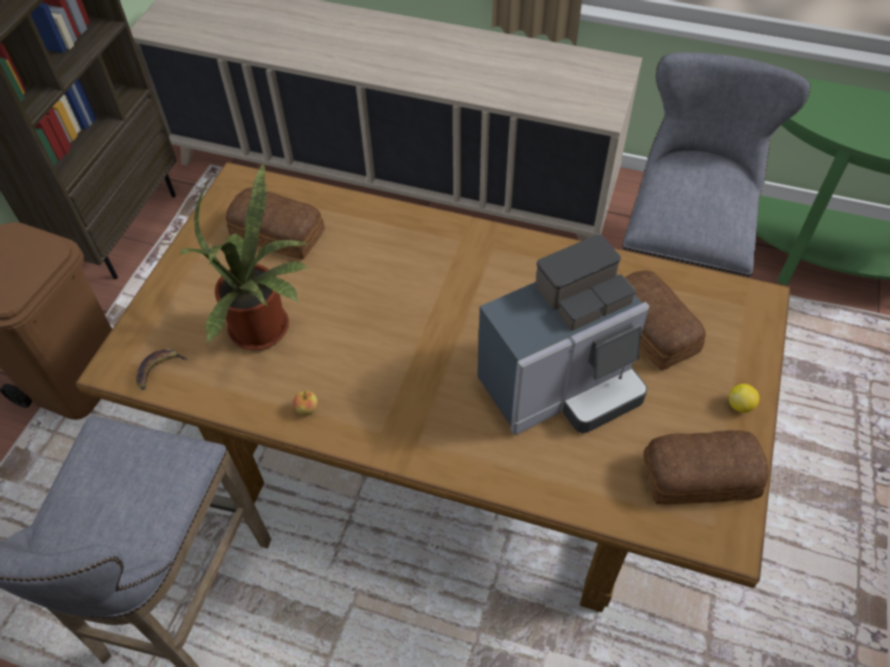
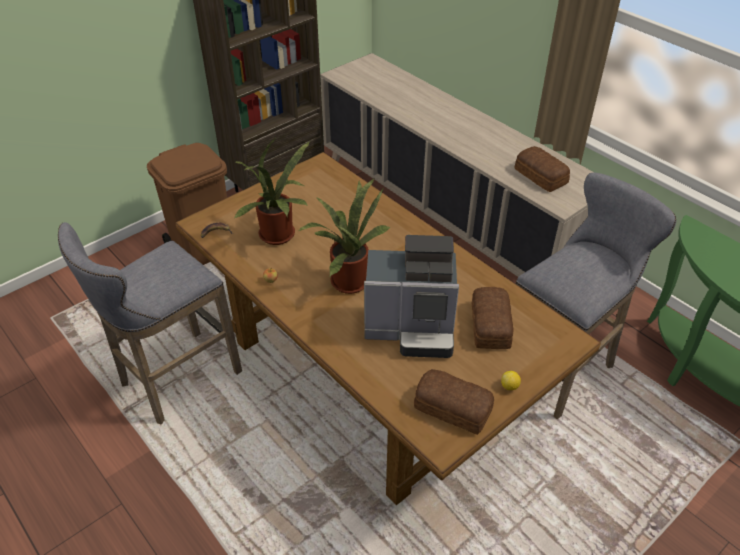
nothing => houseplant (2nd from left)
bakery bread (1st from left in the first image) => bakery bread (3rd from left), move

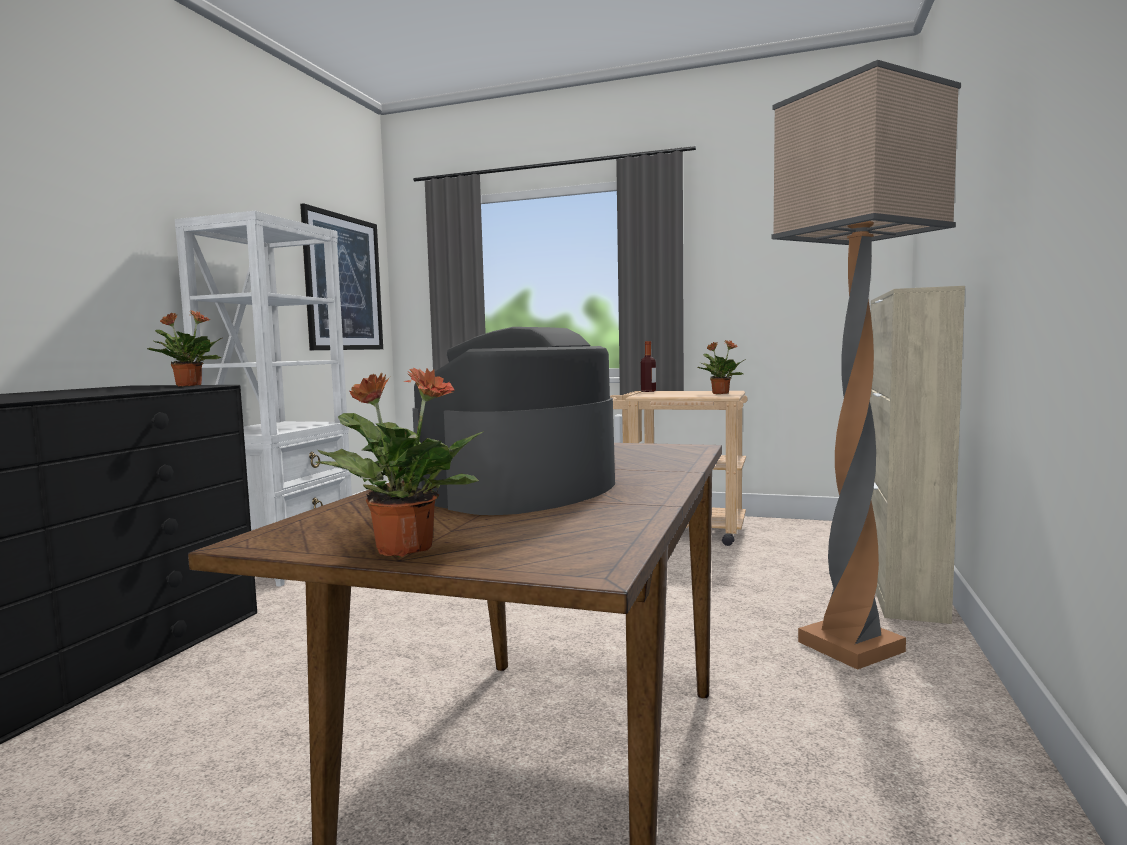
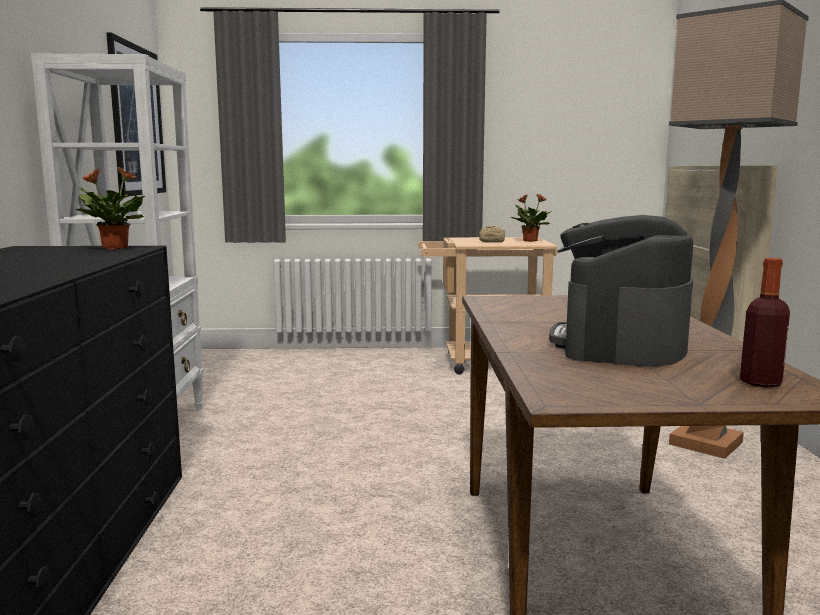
nothing => bakery bread
drink bottle, move
houseplant (2nd from left) => nothing

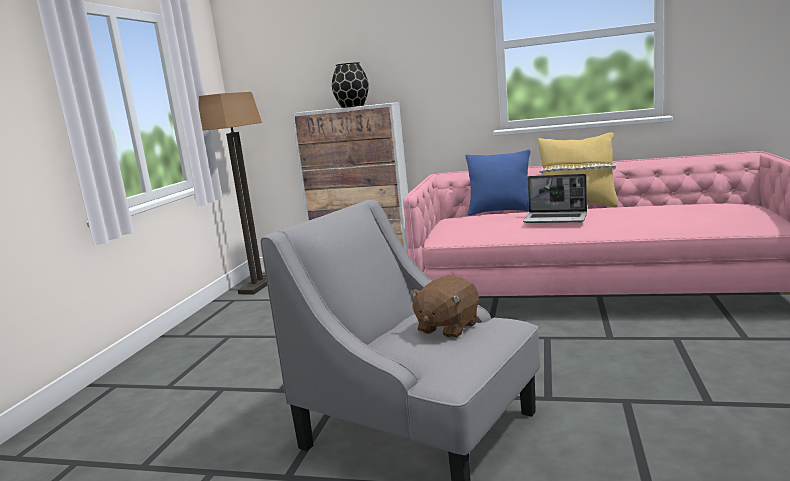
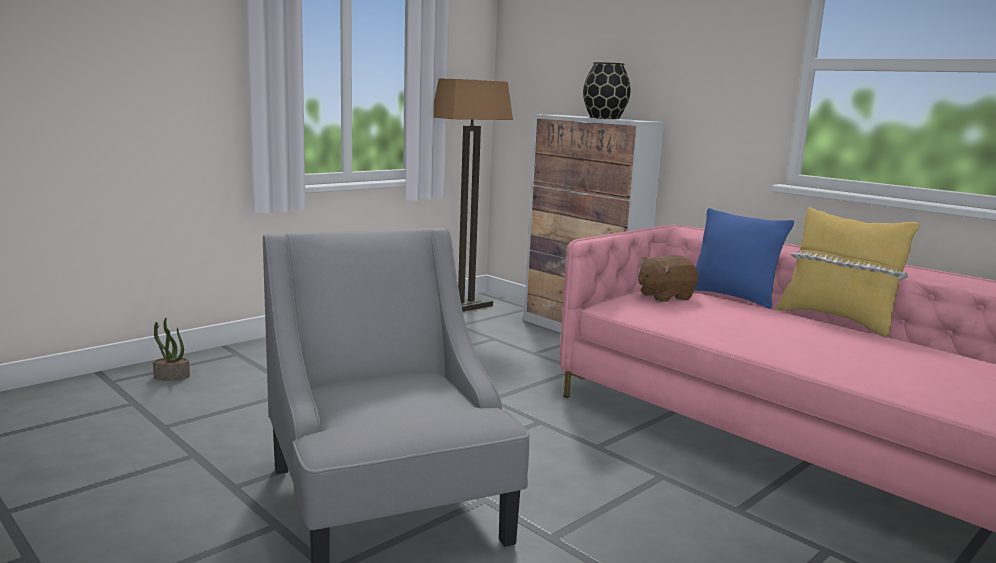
nothing => houseplant
soft toy in brownish, move
laptop => nothing

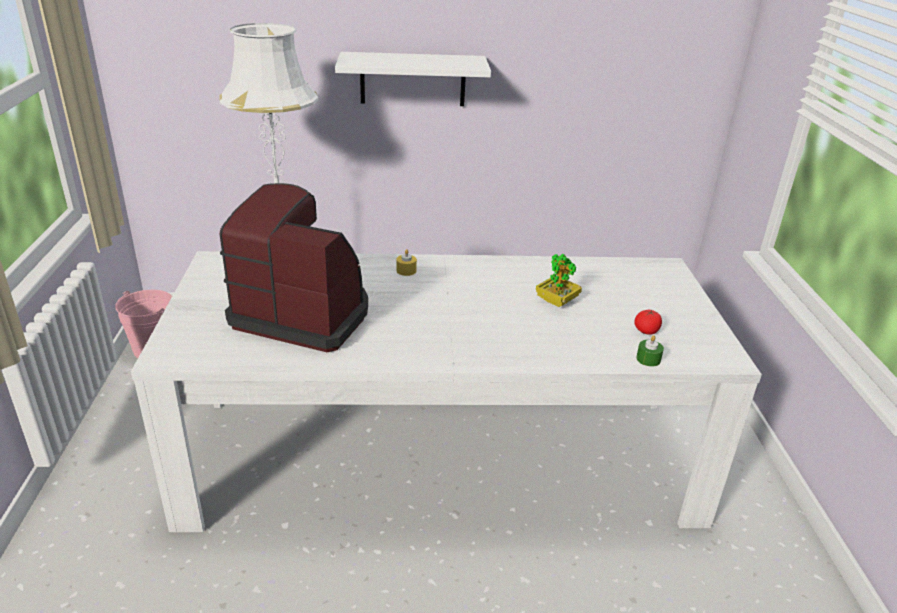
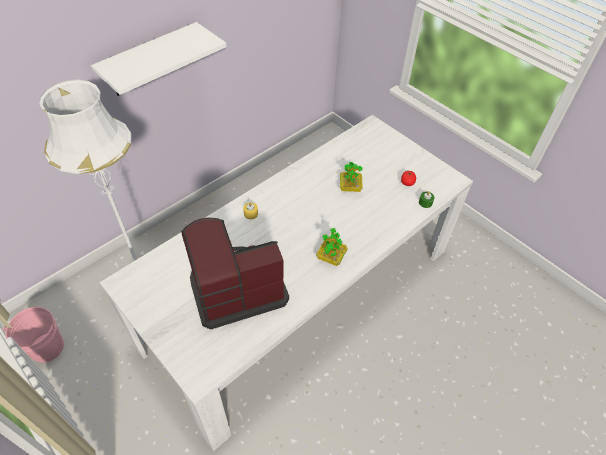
nothing => houseplant (1st from left)

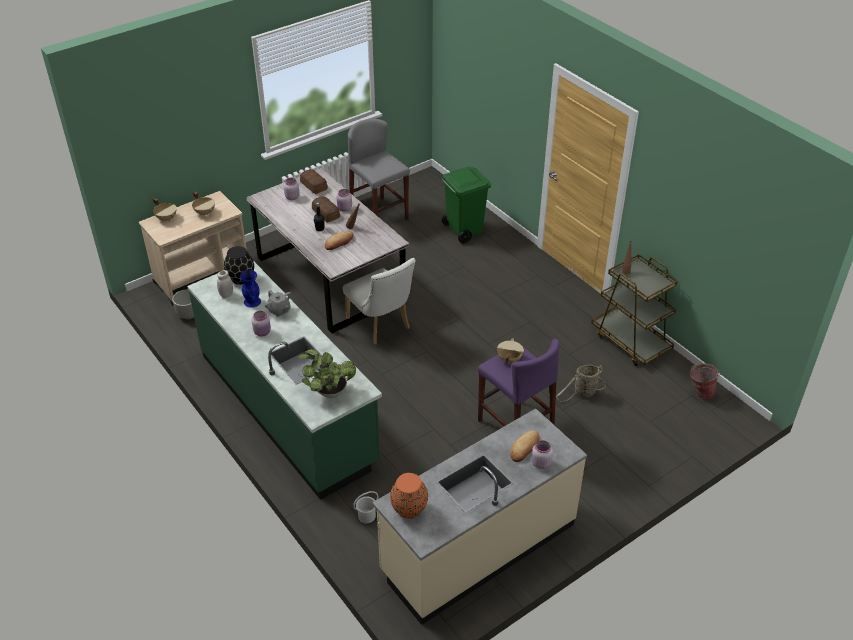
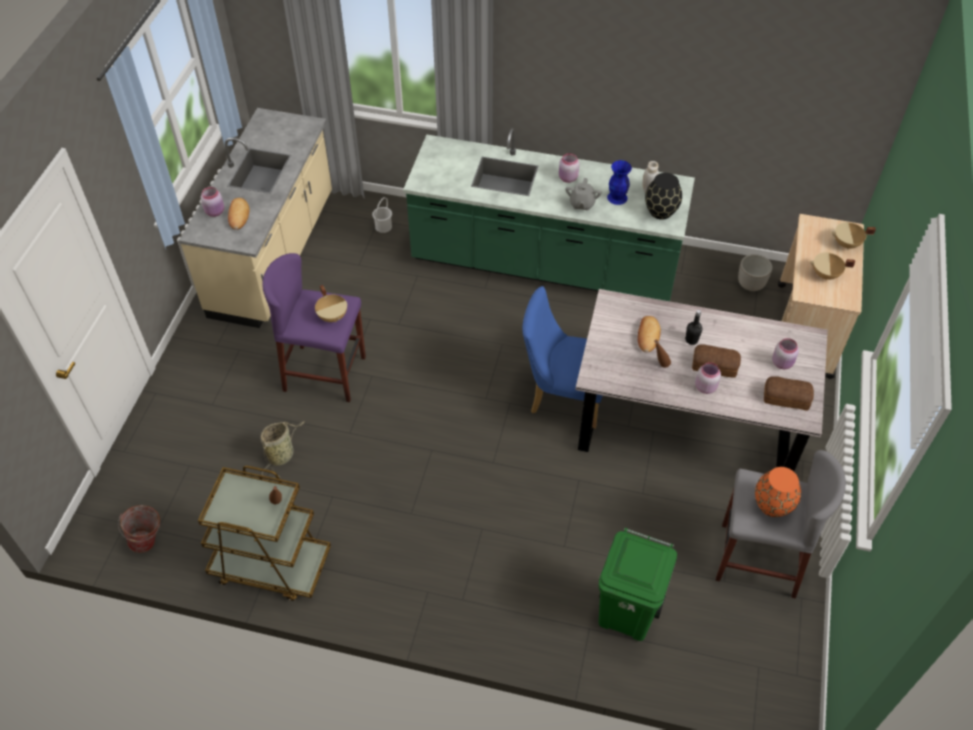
chair in white-coloured => chair in blue
pot for tea in grey, 90 degrees counterclockwise
vase in orange, move
houseplant => nothing

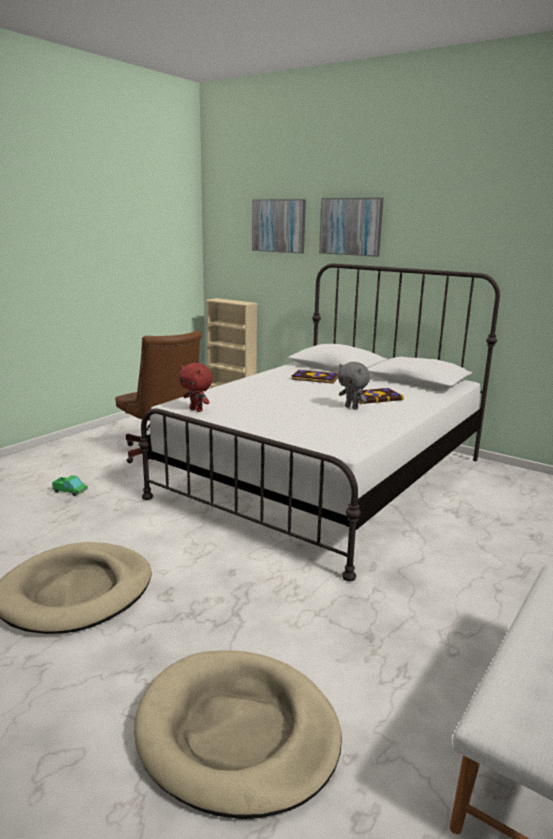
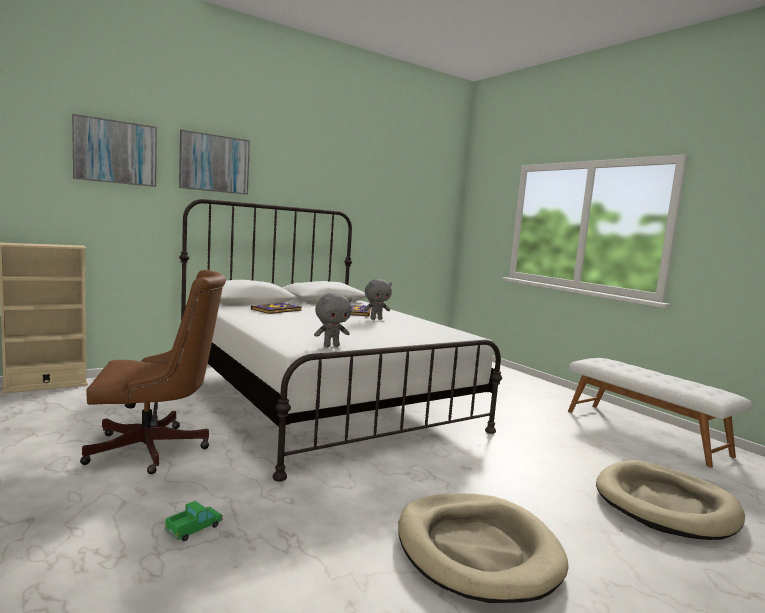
soft toy in red => soft toy in grey (1st from left)

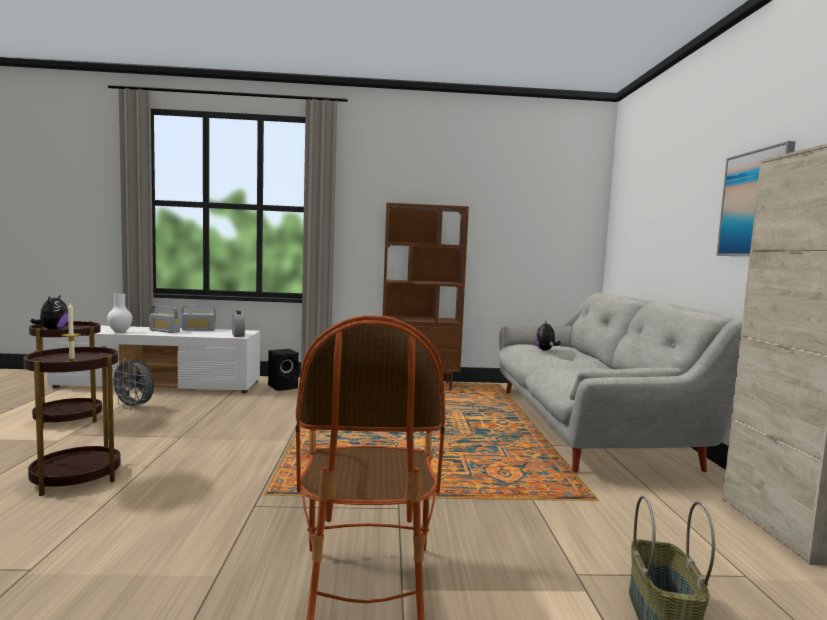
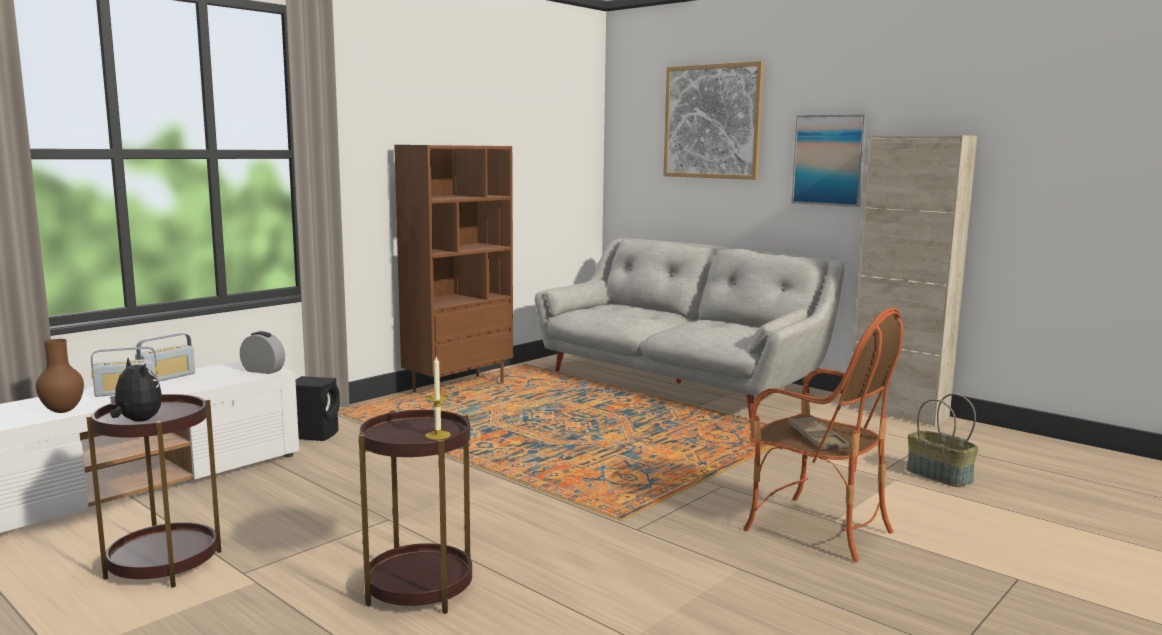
vase in white-coloured => vase in brownish
nothing => picture (1st from left)
nothing => tray in brownish
electric fan in grey => nothing
soft toy (2nd from left) => nothing

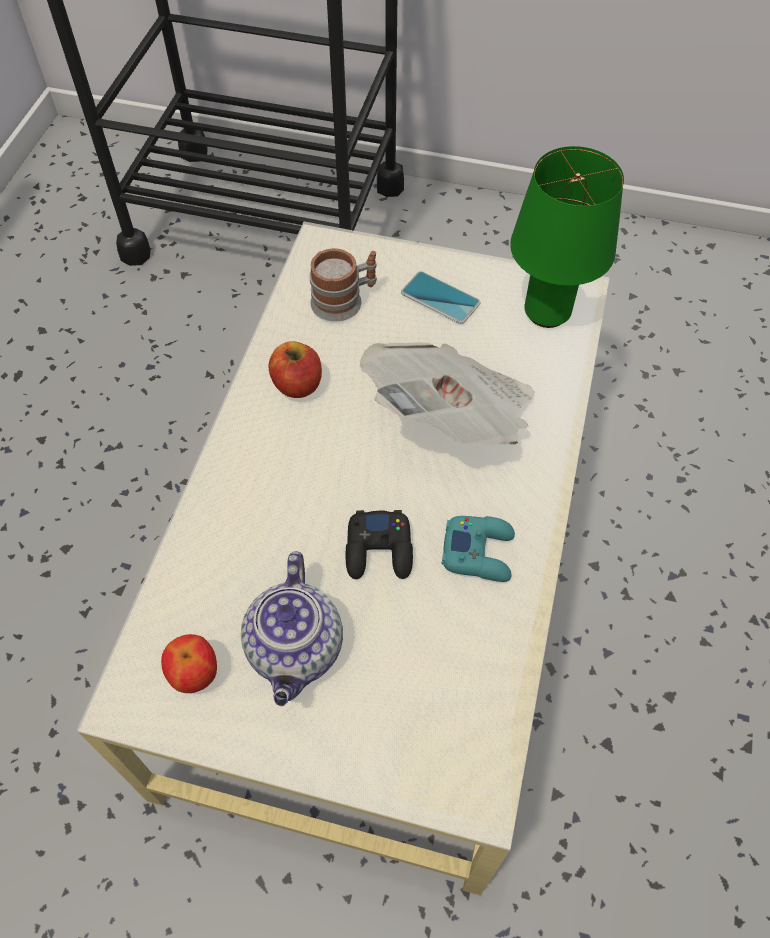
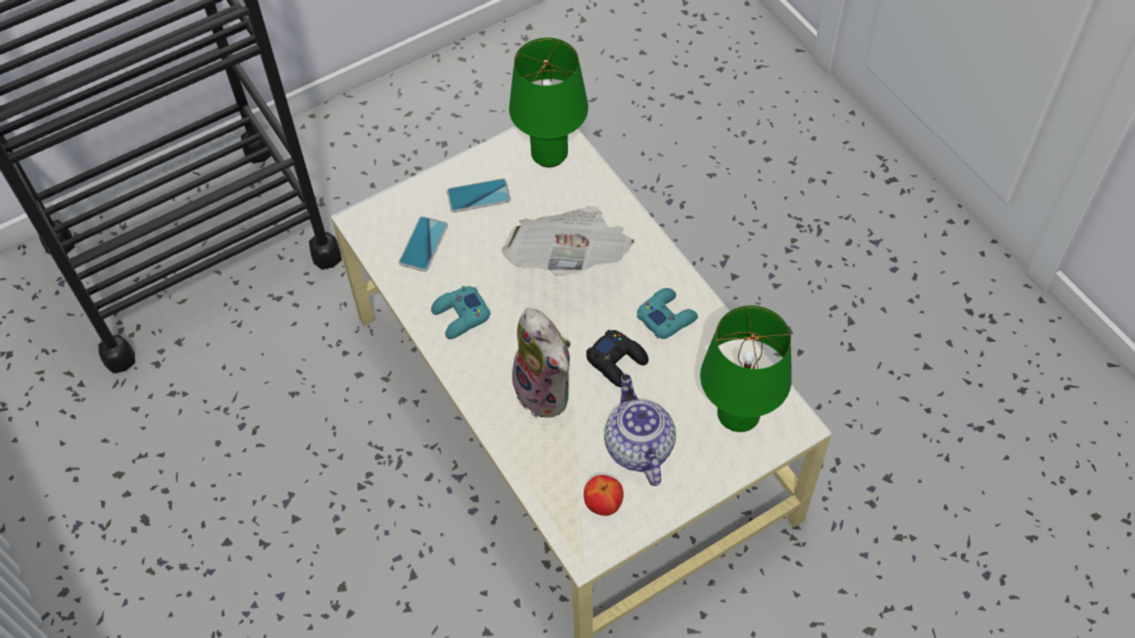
tea mug => handset (1st from left)
apple (2nd from left) => joypad in blue-green (1st from left)
nothing => soft toy
pot for tea, 150 degrees counterclockwise
nothing => lamp for a table in green (2nd from left)

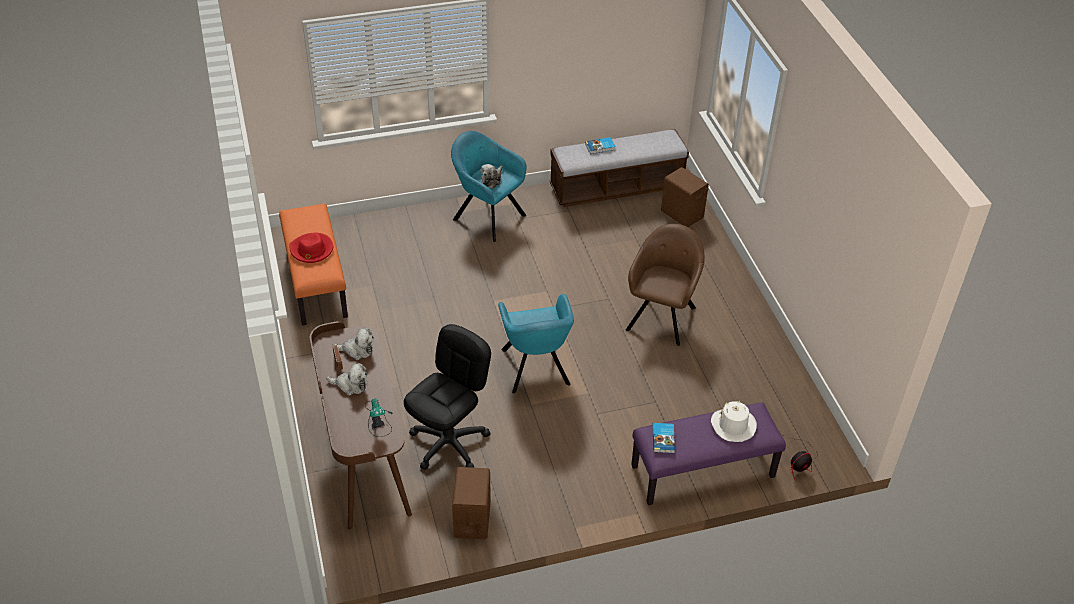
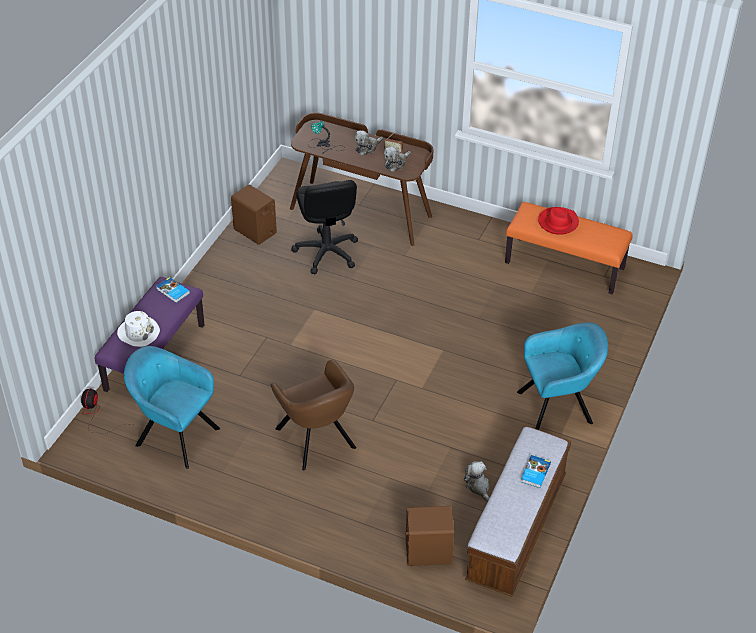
armchair in blue-green (2nd from left in the first image) => armchair in blue-green (1st from left), move
soft toy (3rd from left), move

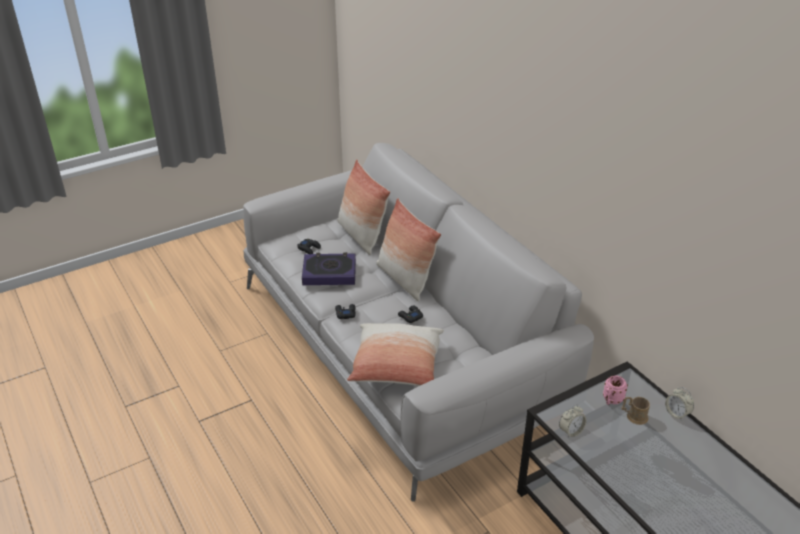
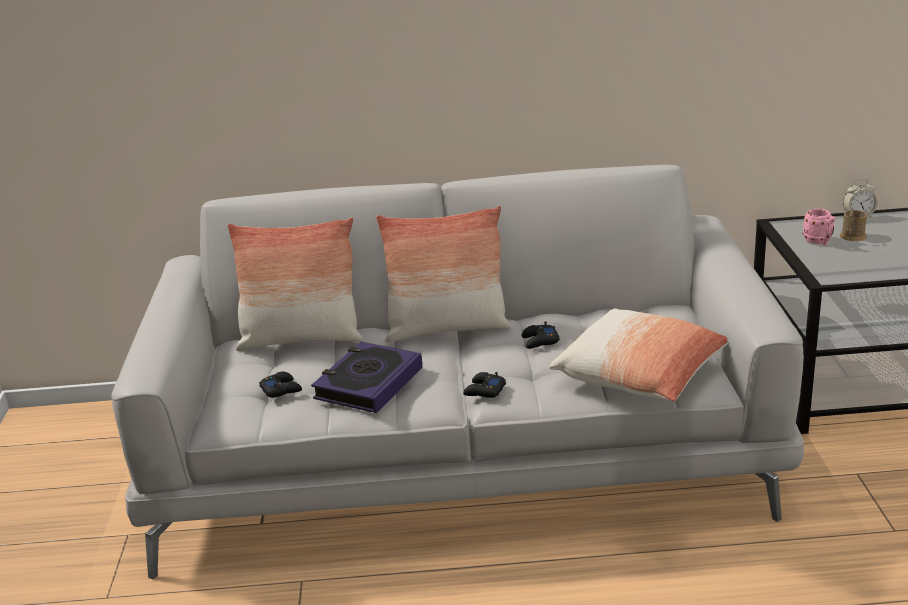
alarm clock (1st from left) => nothing

